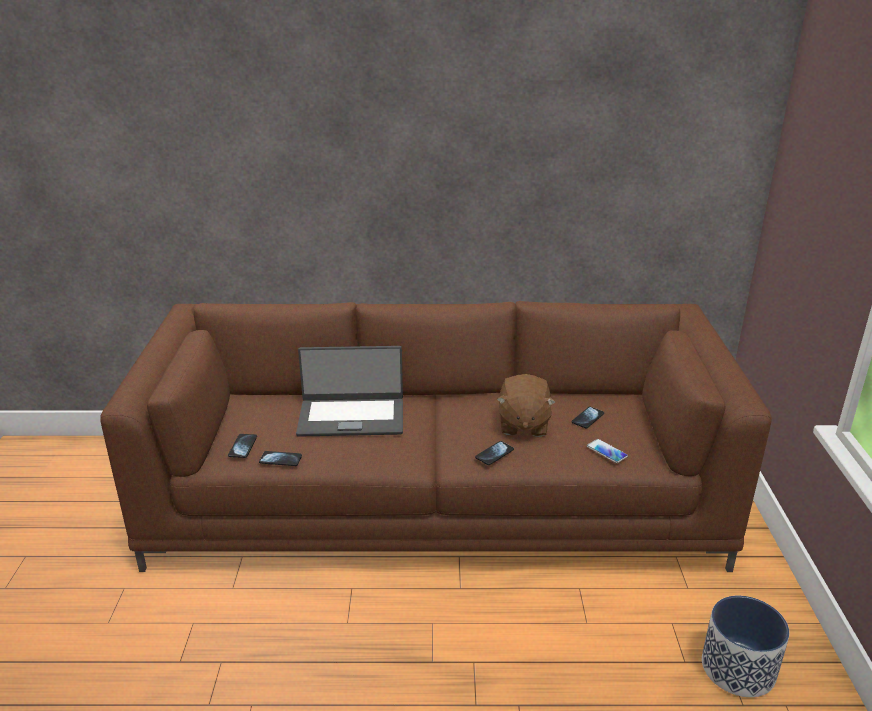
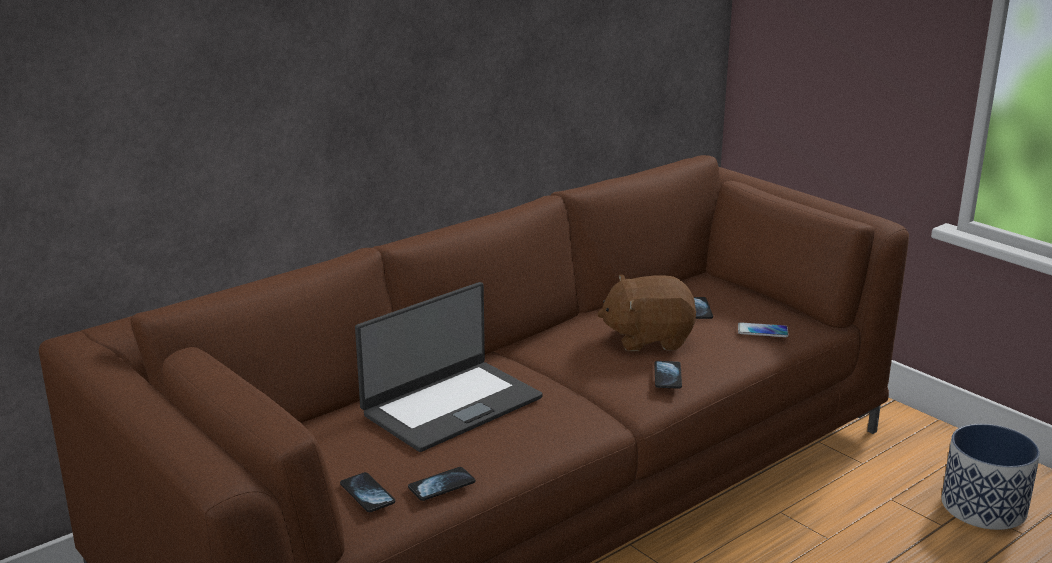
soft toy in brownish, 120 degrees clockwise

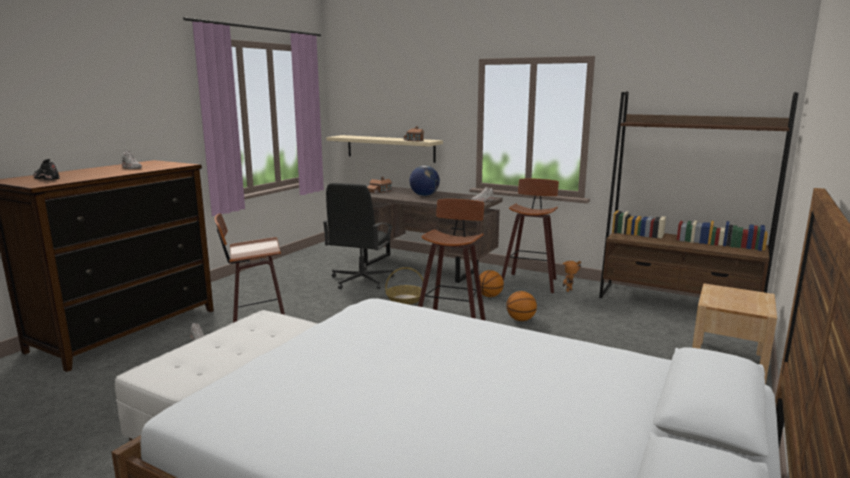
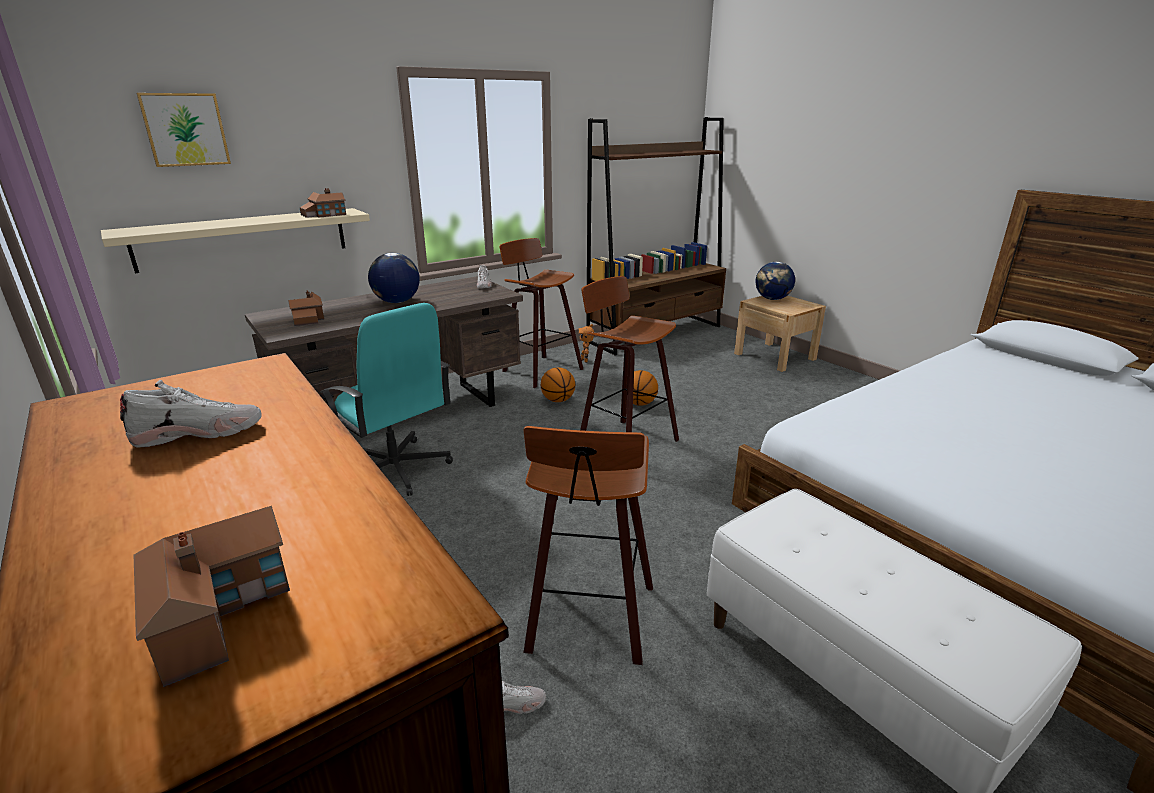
item of footwear in black-coloured => miniature house (1st from left)
nothing => picture
desk chair in black-coloured => desk chair in blue-green
nothing => globe (2nd from left)
household basket => nothing

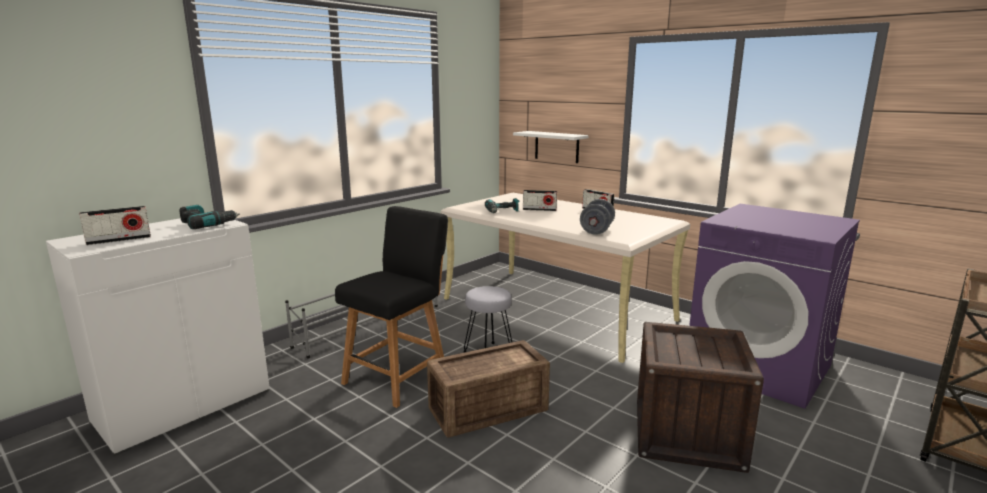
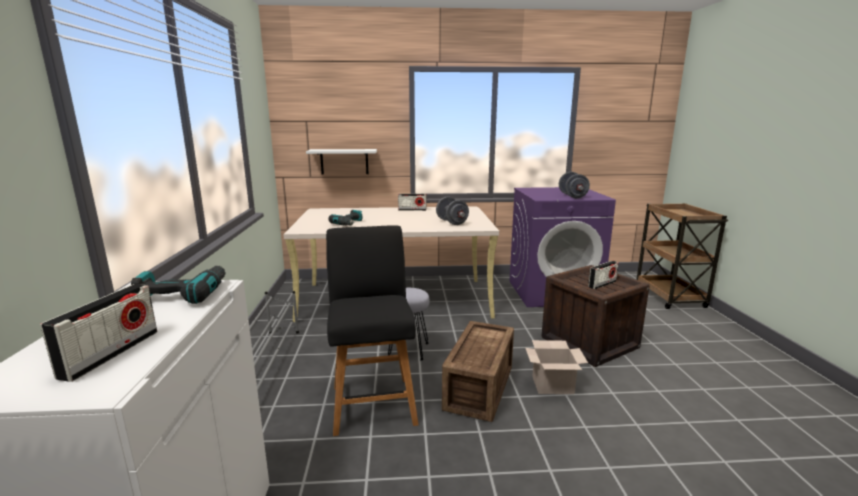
nothing => carton
nothing => free weight in grey (2nd from left)
radio (2nd from left in the first image) => radio (3rd from left), move

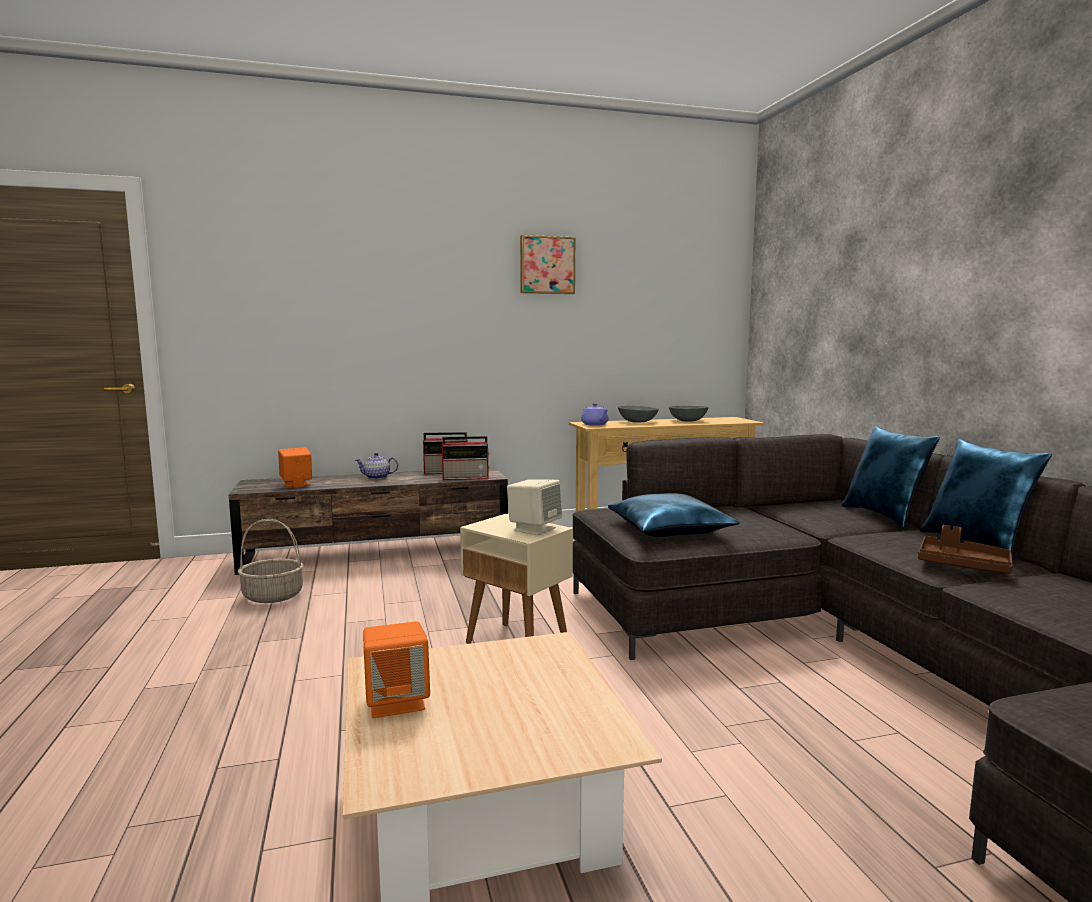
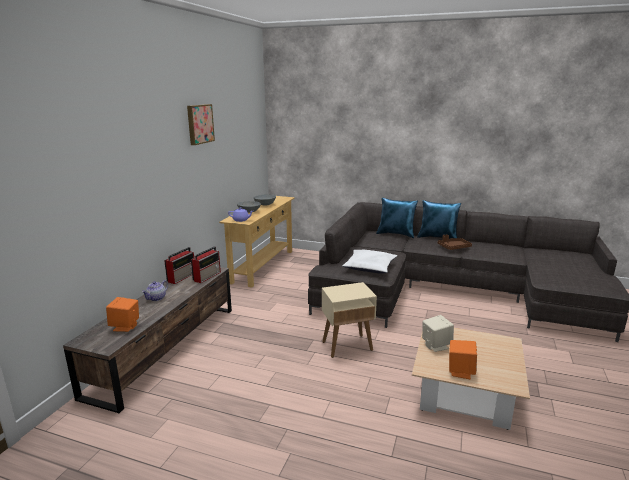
throw pillow in blue (1st from left) => throw pillow in white-coloured
audio speaker in beige, move
household basket => nothing

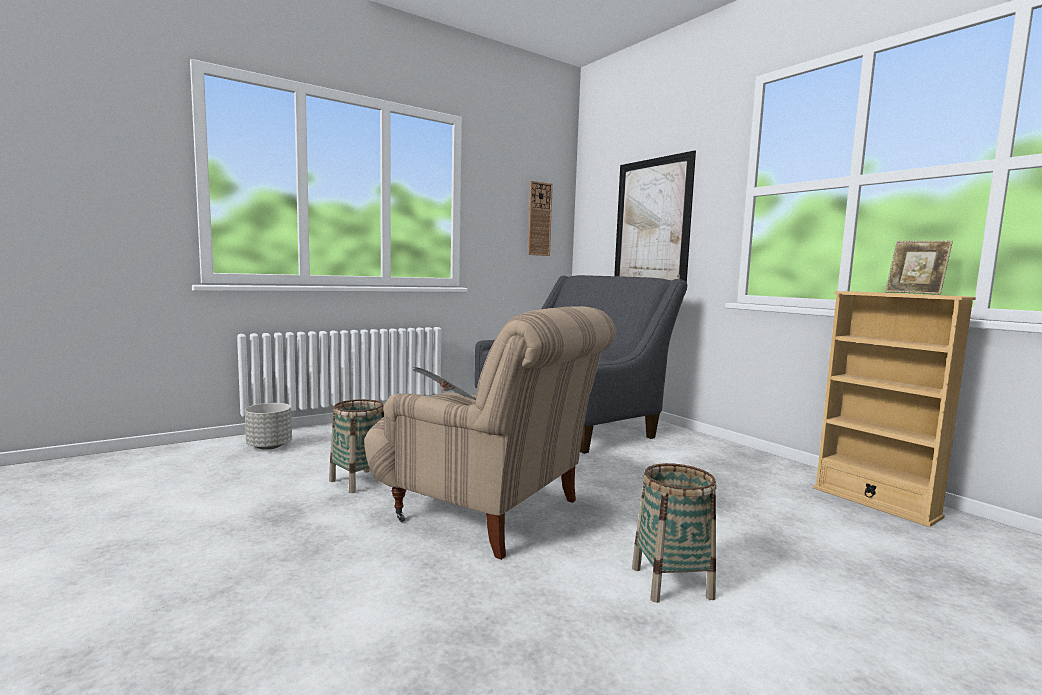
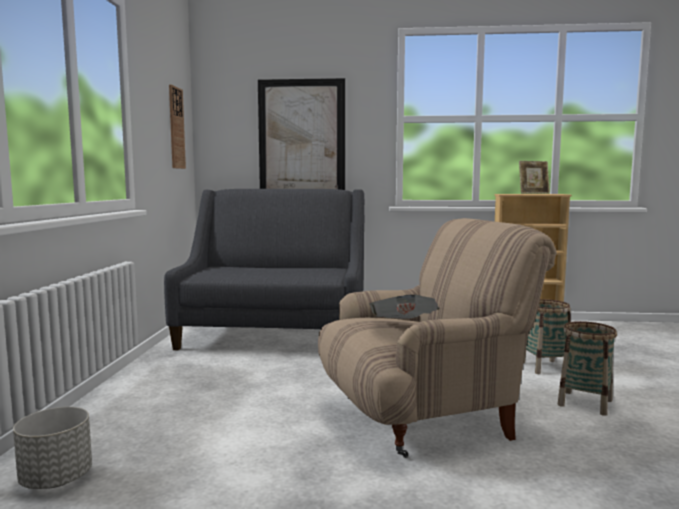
household basket (1st from left), move

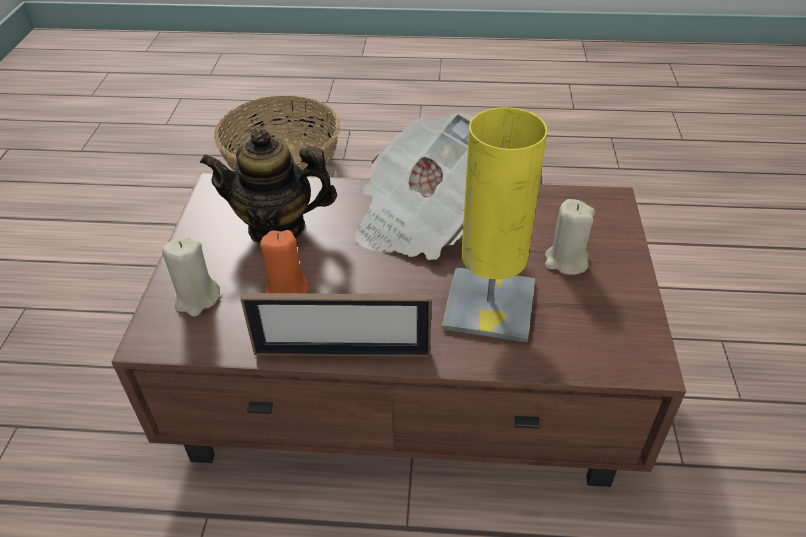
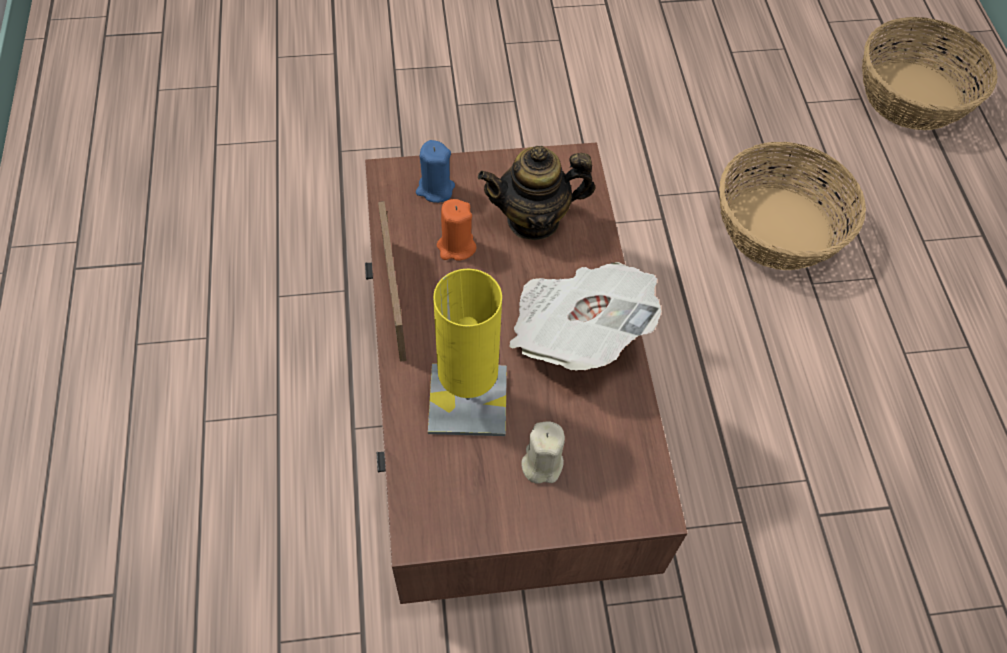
wax light in beige (1st from left) => wax light in blue
pot for tea, 90 degrees counterclockwise
nothing => household basket (2nd from left)

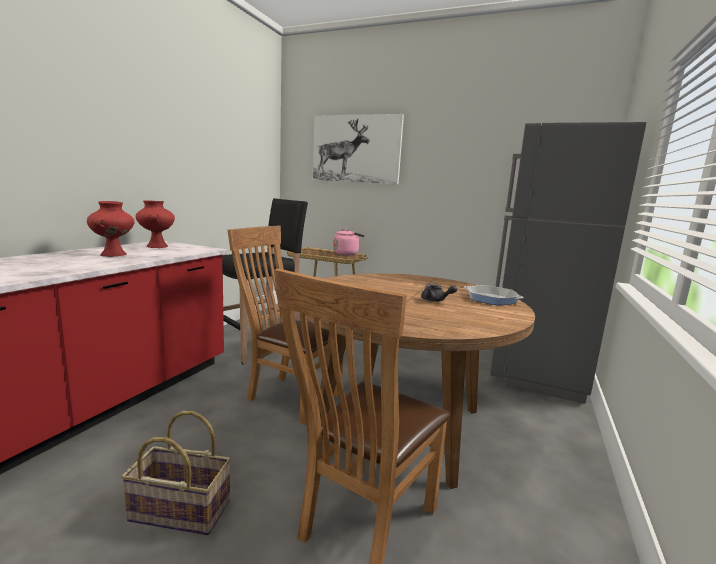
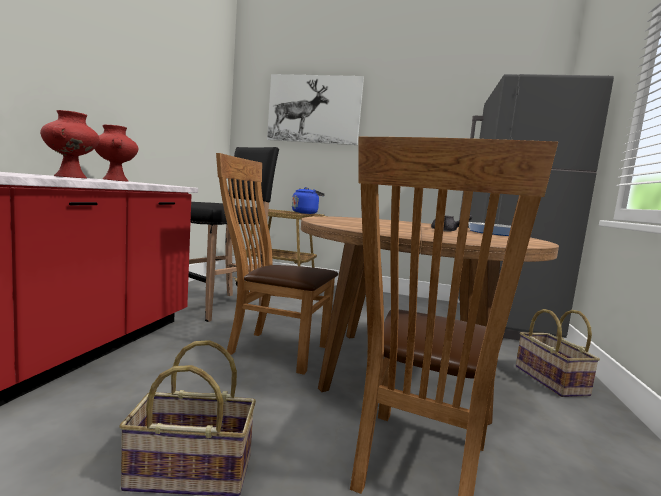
tea kettle in pink => tea kettle in blue
nothing => household basket (2nd from left)

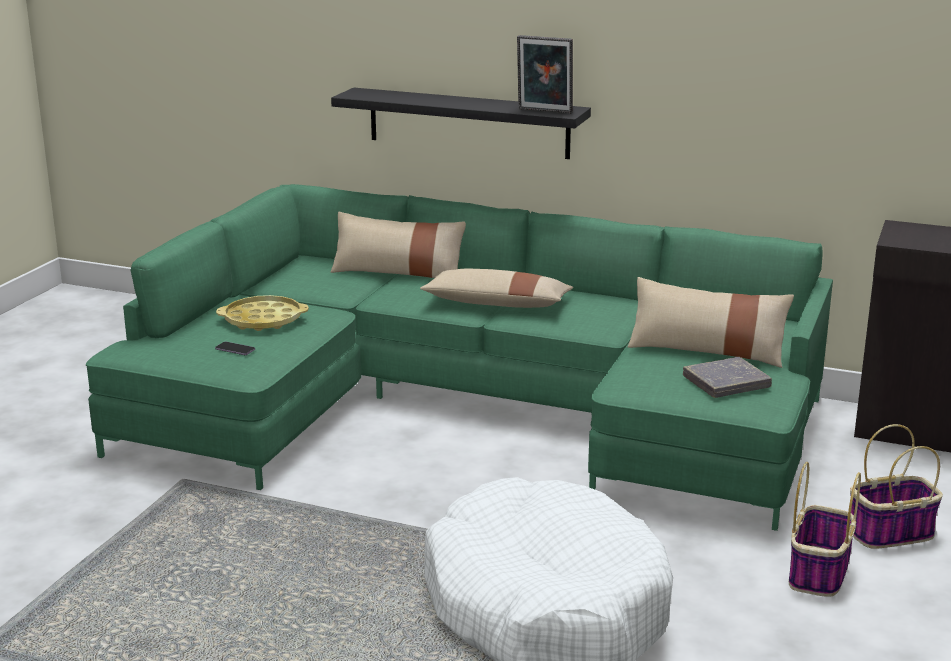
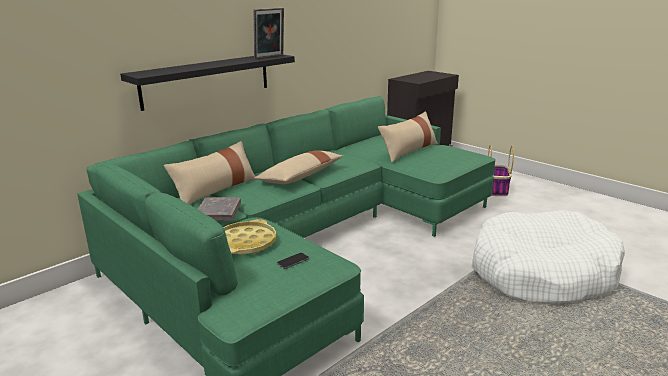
bound book in grey, move
household basket (1st from left) => nothing

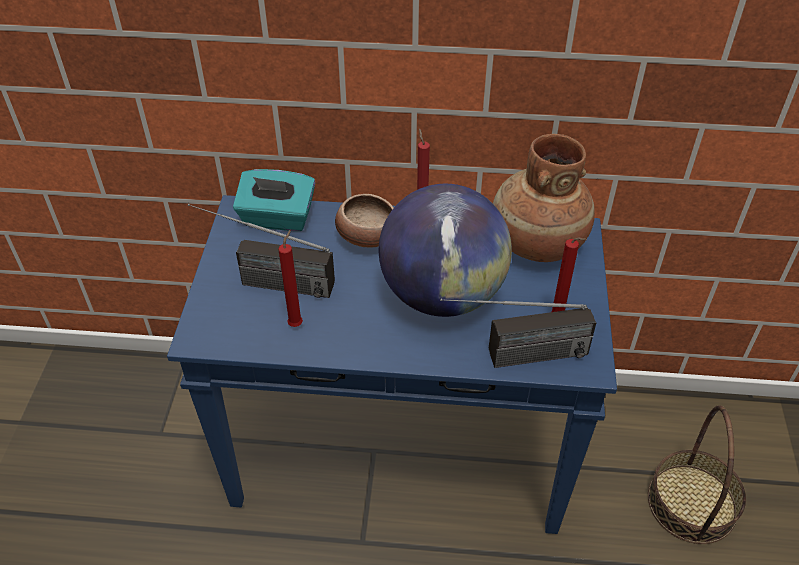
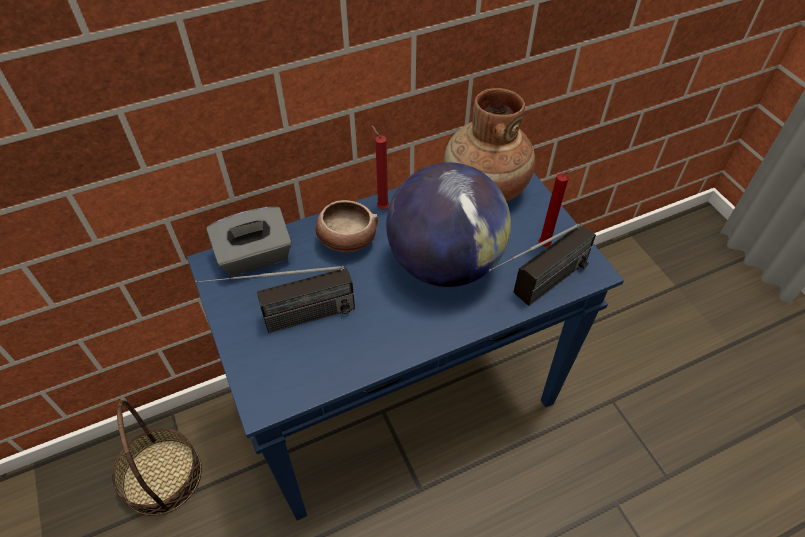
household basket, move
box of tissues in blue-green => box of tissues in grey
wax light in red (1st from left) => nothing

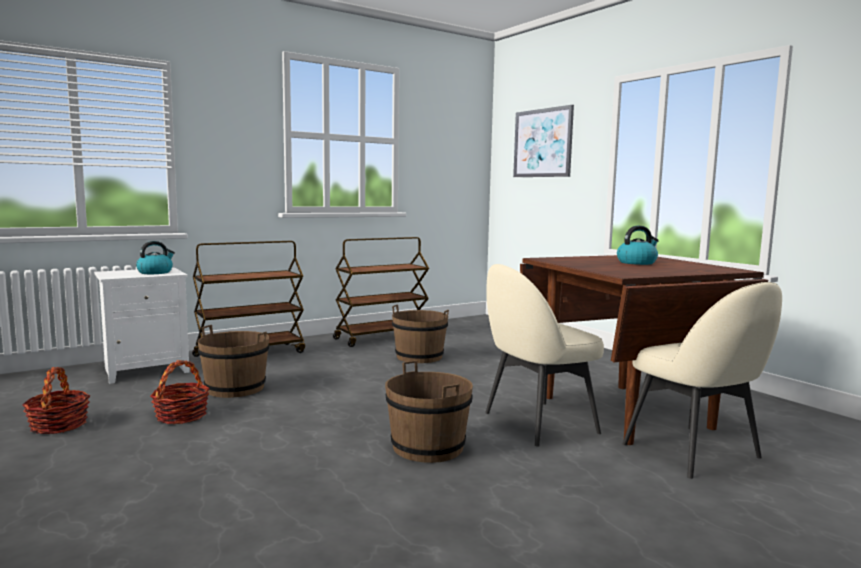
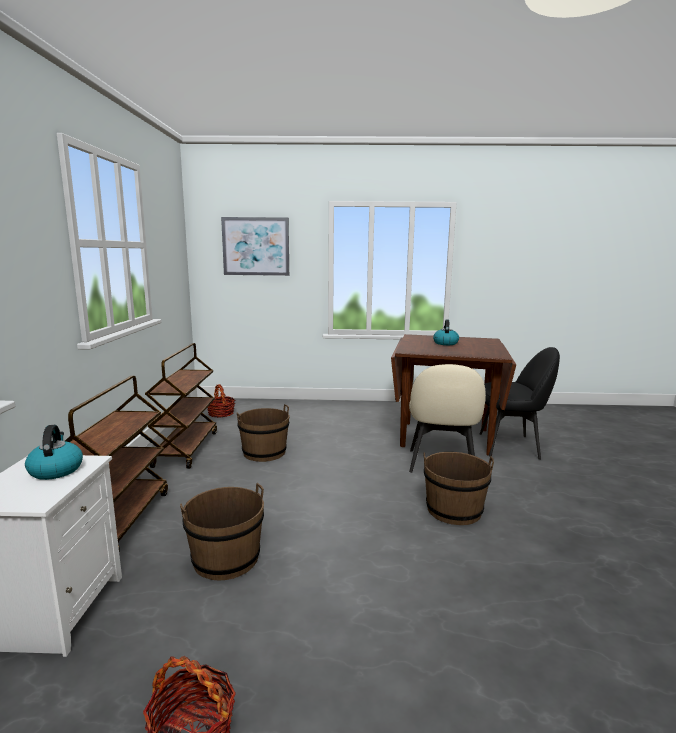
household basket (2nd from left), move
chair in beige (2nd from left) => chair in black-coloured

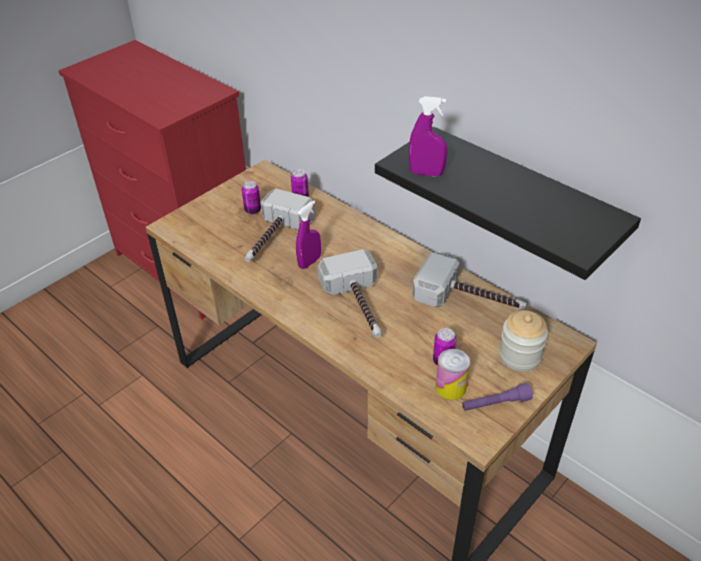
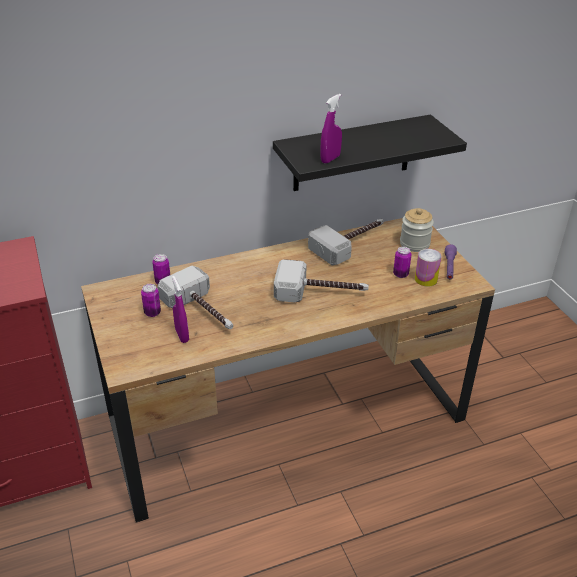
spray bottle in purple (1st from left), move

